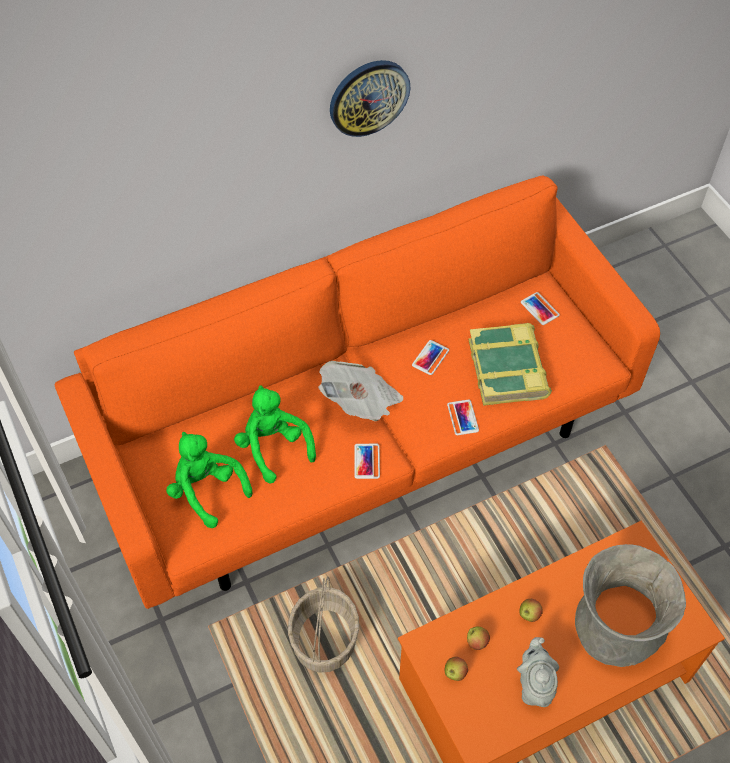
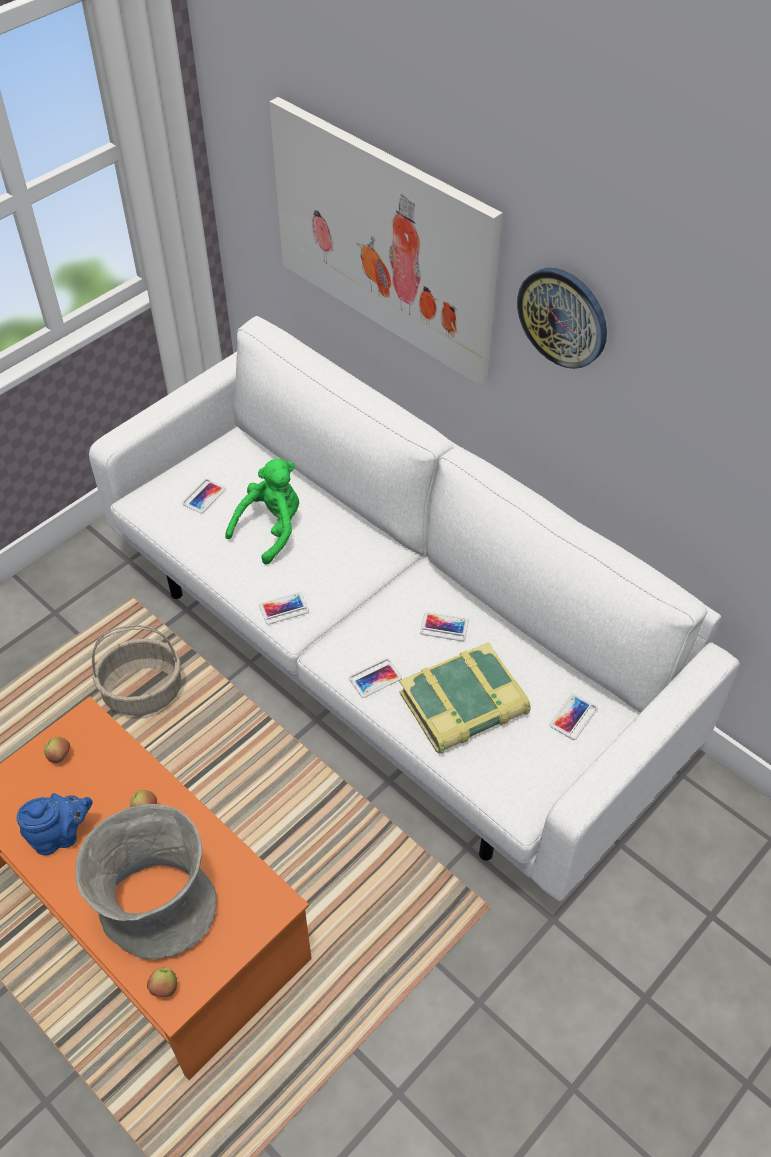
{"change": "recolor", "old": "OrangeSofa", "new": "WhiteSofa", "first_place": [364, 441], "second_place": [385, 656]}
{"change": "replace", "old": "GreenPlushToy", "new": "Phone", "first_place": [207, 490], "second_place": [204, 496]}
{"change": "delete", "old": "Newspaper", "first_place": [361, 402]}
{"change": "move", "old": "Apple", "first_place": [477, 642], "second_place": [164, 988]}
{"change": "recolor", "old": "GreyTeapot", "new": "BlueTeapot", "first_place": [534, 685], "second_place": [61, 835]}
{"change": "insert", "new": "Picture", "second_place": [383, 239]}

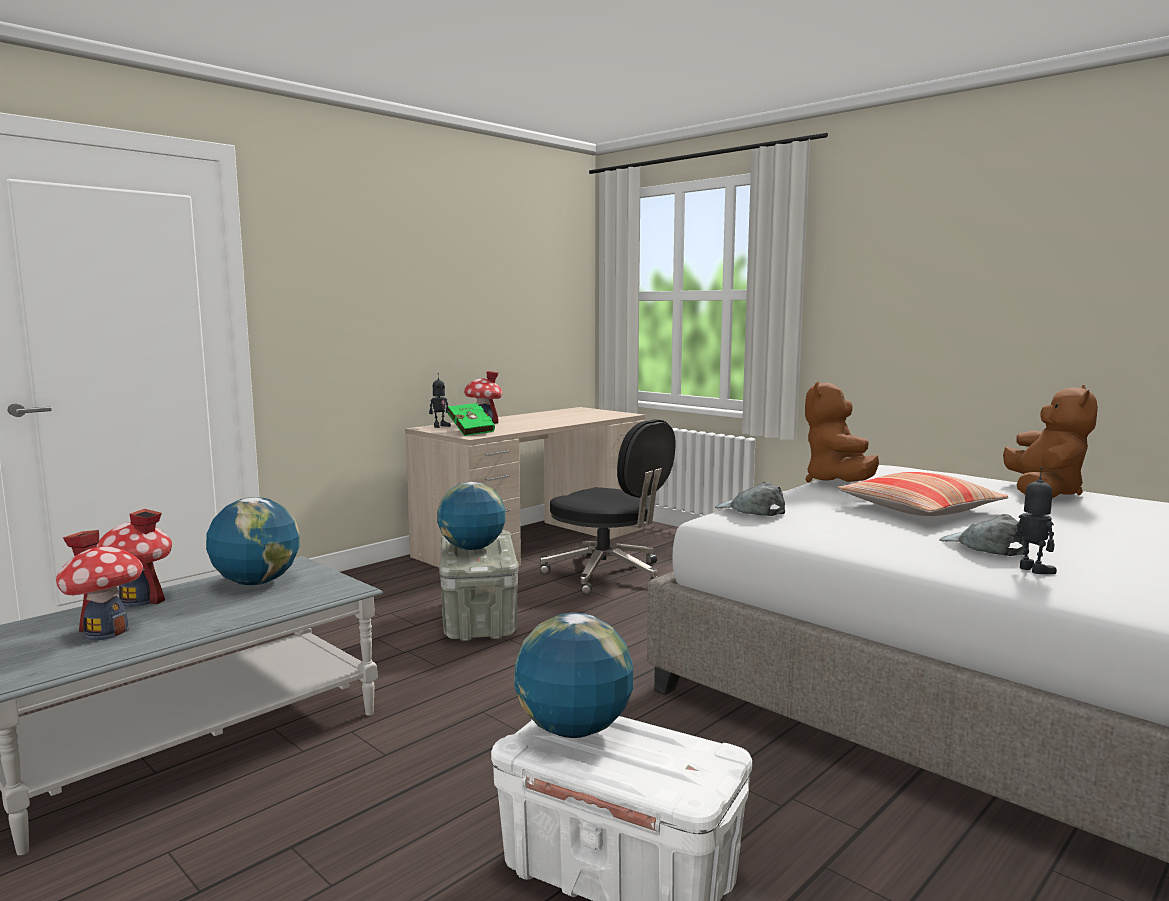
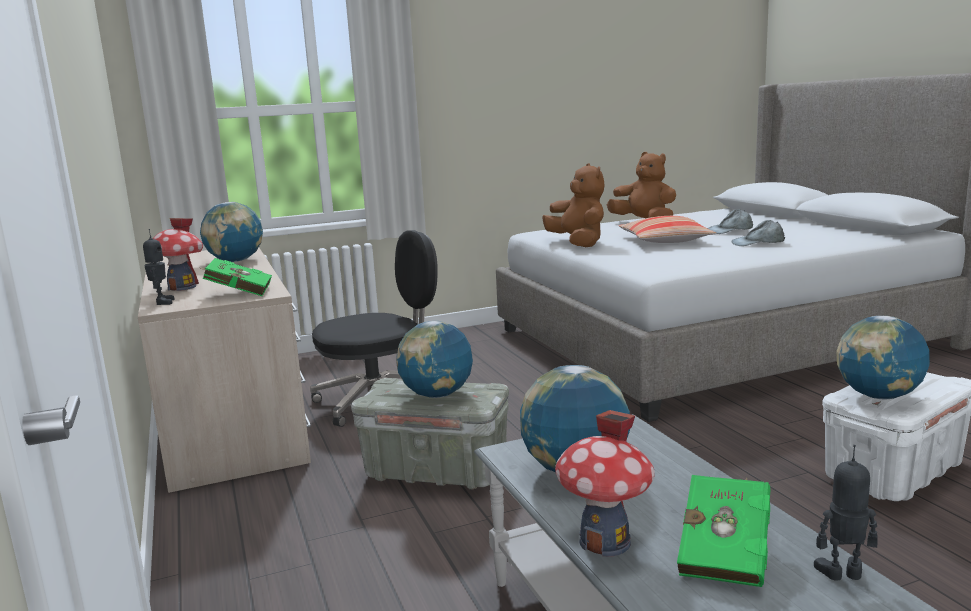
{"change": "replace", "old": "ToyHouse", "new": "GreenBook", "first_place": [106, 632], "second_place": [726, 553]}
{"change": "move", "old": "GreyCap", "first_place": [750, 510], "second_place": [730, 230]}
{"change": "rotate", "old": "BrownPlushToy", "first_place": [838, 483], "second_place": [578, 243], "degrees": -150}
{"change": "move", "old": "ToyRobot", "first_place": [1032, 570], "second_place": [843, 574]}
{"change": "insert", "new": "Globe", "second_place": [236, 261]}

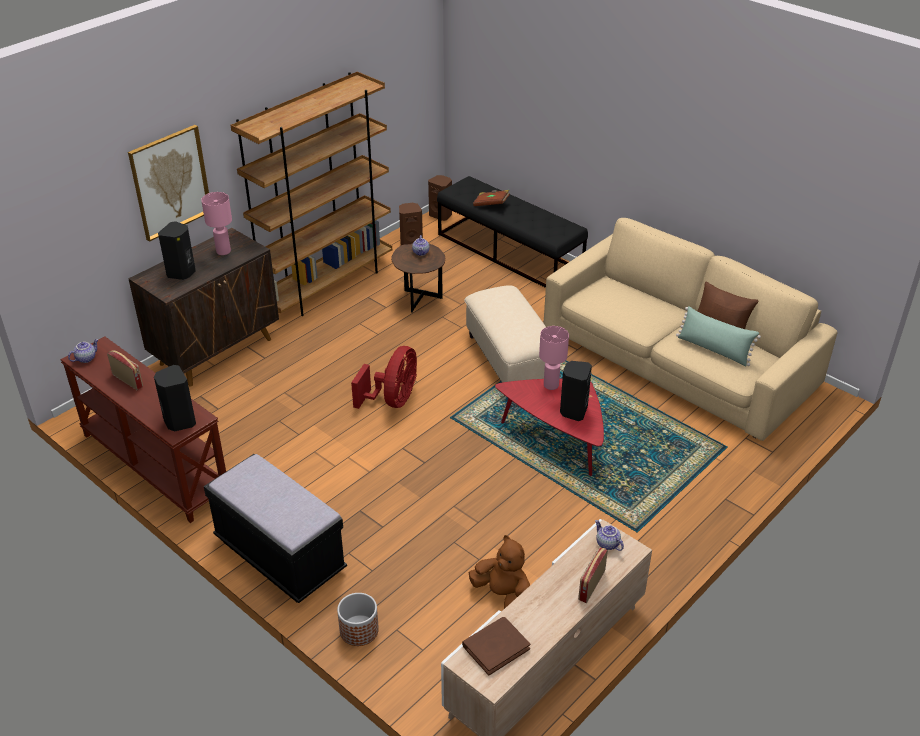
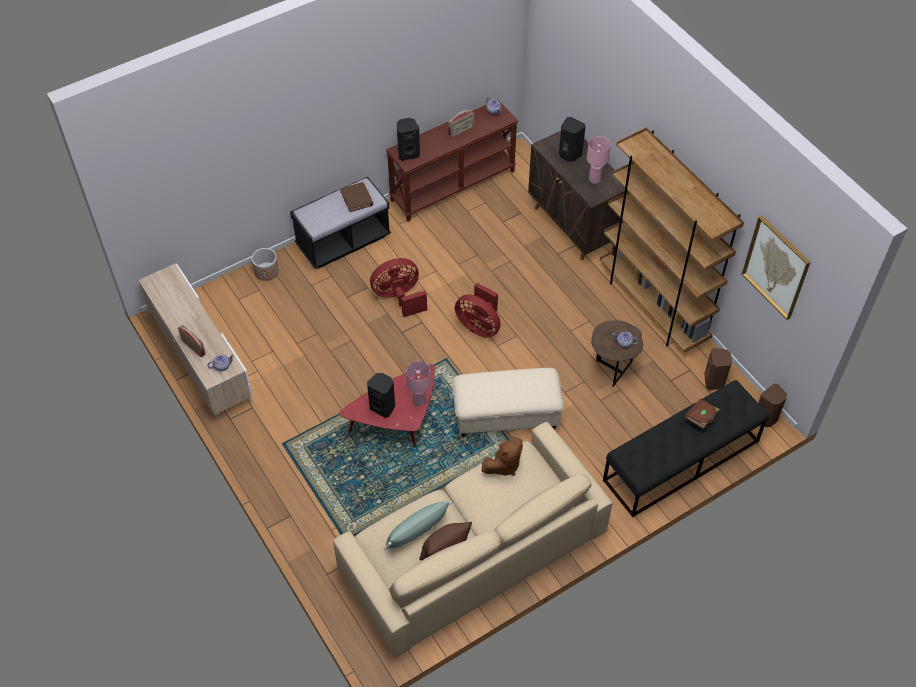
{"change": "move", "old": "Picture", "first_place": [170, 182], "second_place": [776, 267]}
{"change": "move", "old": "BrownBook", "first_place": [495, 647], "second_place": [357, 198]}
{"change": "move", "old": "BrownPlushToy", "first_place": [502, 594], "second_place": [504, 465]}
{"change": "insert", "new": "RedFan", "second_place": [399, 298]}

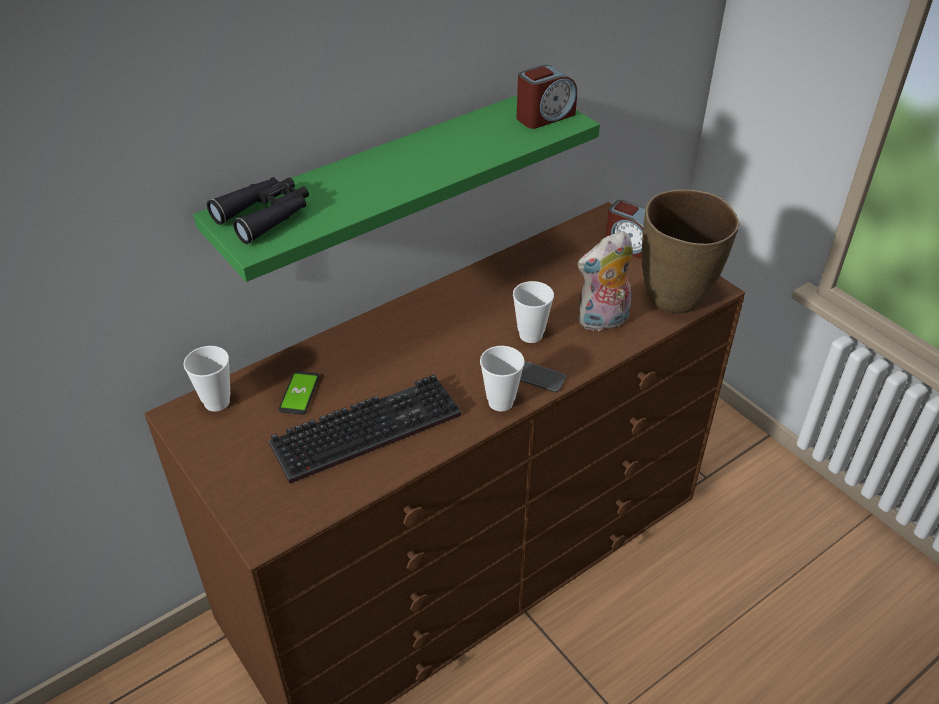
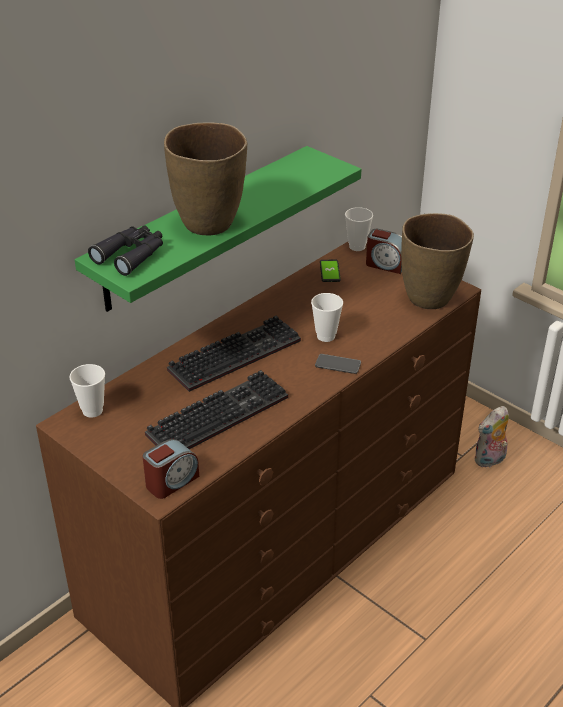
{"change": "move", "old": "Phone", "first_place": [299, 393], "second_place": [330, 271]}
{"change": "move", "old": "Cup", "first_place": [500, 402], "second_place": [357, 246]}
{"change": "move", "old": "AlarmClock", "first_place": [544, 116], "second_place": [171, 481]}
{"change": "move", "old": "PlushToy", "first_place": [603, 321], "second_place": [490, 460]}
{"change": "insert", "new": "BrownVase", "second_place": [209, 224]}
{"change": "insert", "new": "Keyboard", "second_place": [235, 353]}

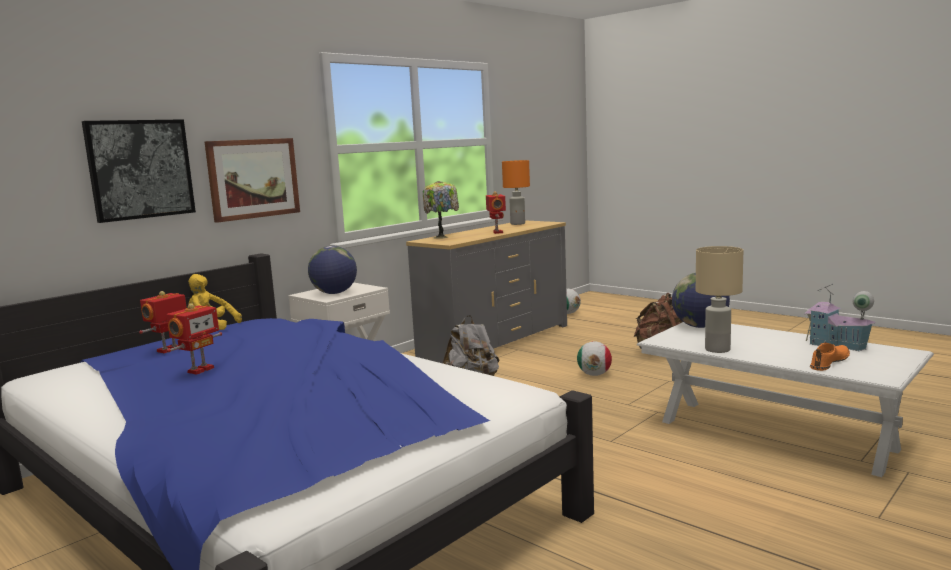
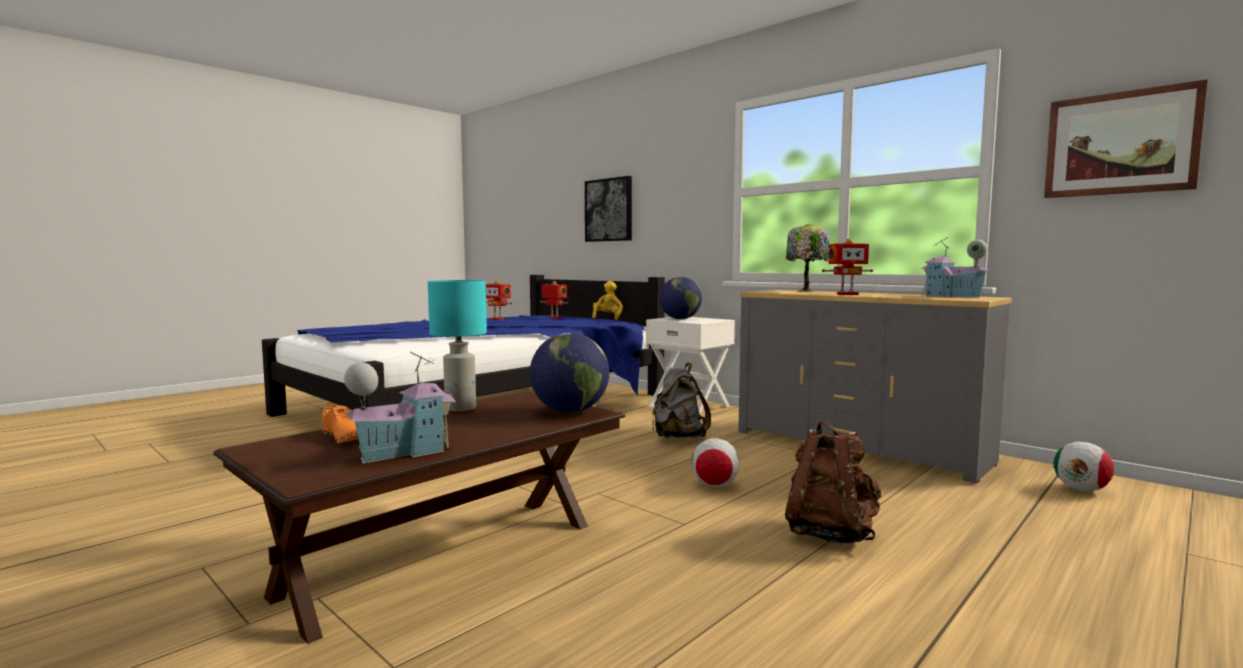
{"change": "move", "old": "Picture", "first_place": [253, 178], "second_place": [1120, 143]}
{"change": "replace", "old": "OrangeTableLamp", "new": "ToyHouse", "first_place": [517, 224], "second_place": [951, 296]}
{"change": "recolor", "old": "WhiteCoffeeTable", "new": "BrownCoffeeTable", "first_place": [773, 435], "second_place": [445, 557]}
{"change": "recolor", "old": "BeigeTableLamp", "new": "TurquoiseTableLamp", "first_place": [716, 350], "second_place": [460, 408]}

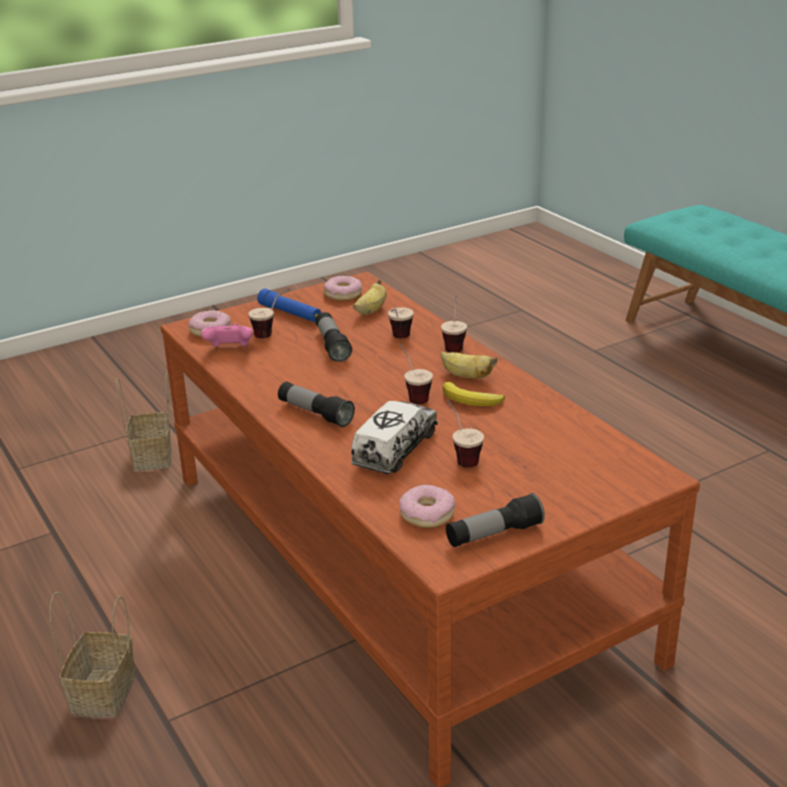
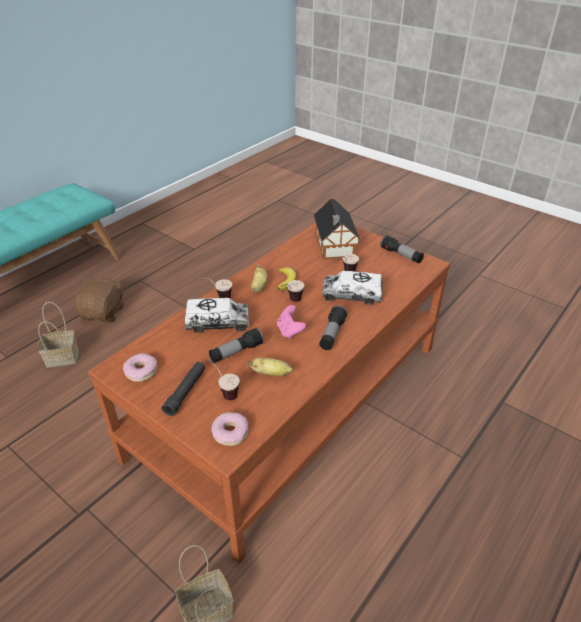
{"change": "move", "old": "Basket", "first_place": [104, 695], "second_place": [63, 357]}
{"change": "move", "old": "PinkGameController", "first_place": [230, 349], "second_place": [290, 331]}
{"change": "recolor", "old": "BlueFlashlight", "new": "BlackFlashlight", "first_place": [290, 313], "second_place": [185, 392]}
{"change": "move", "old": "Banana", "first_place": [371, 311], "second_place": [271, 373]}
{"change": "replace", "old": "Cup", "new": "ToyTruck", "first_place": [398, 340], "second_place": [217, 323]}
{"change": "delete", "old": "Donut", "first_place": [427, 514]}
{"change": "insert", "new": "BrownPlushToy", "second_place": [104, 313]}
{"change": "insert", "new": "ToyHouse", "second_place": [334, 246]}

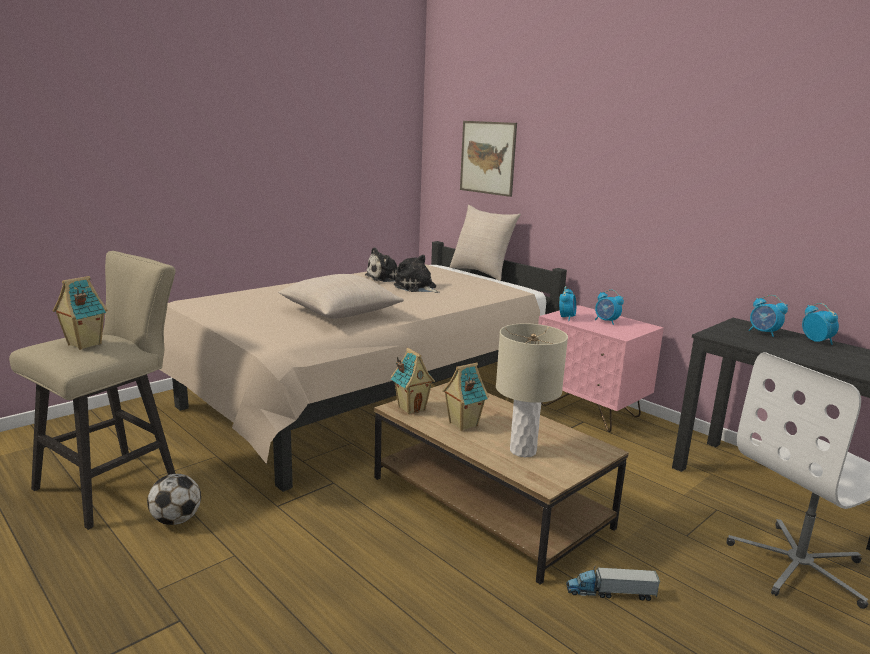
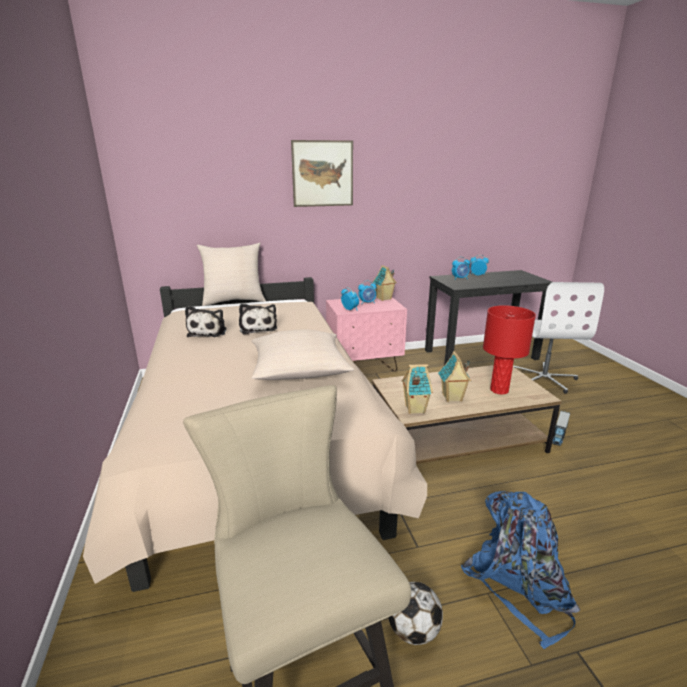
{"change": "move", "old": "ToyHouse", "first_place": [83, 344], "second_place": [384, 299]}
{"change": "rotate", "old": "PlushToy", "first_place": [416, 287], "second_place": [258, 328], "degrees": -90}
{"change": "move", "old": "Picture", "first_place": [487, 158], "second_place": [322, 174]}
{"change": "recolor", "old": "BeigeTableLamp", "new": "RedTableLamp", "first_place": [522, 451], "second_place": [499, 390]}
{"change": "insert", "new": "BlueBackpack", "second_place": [520, 584]}

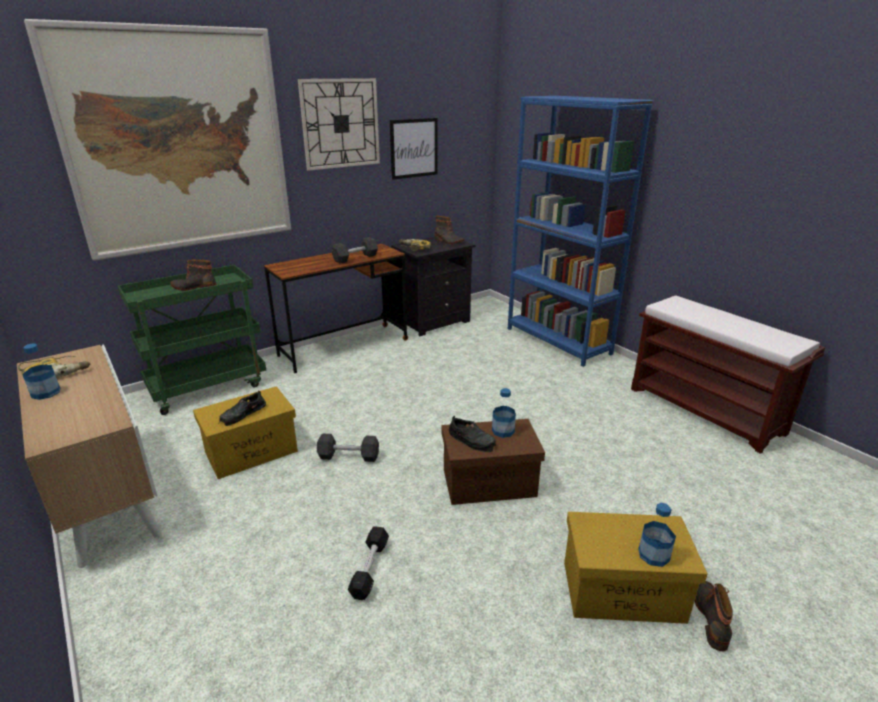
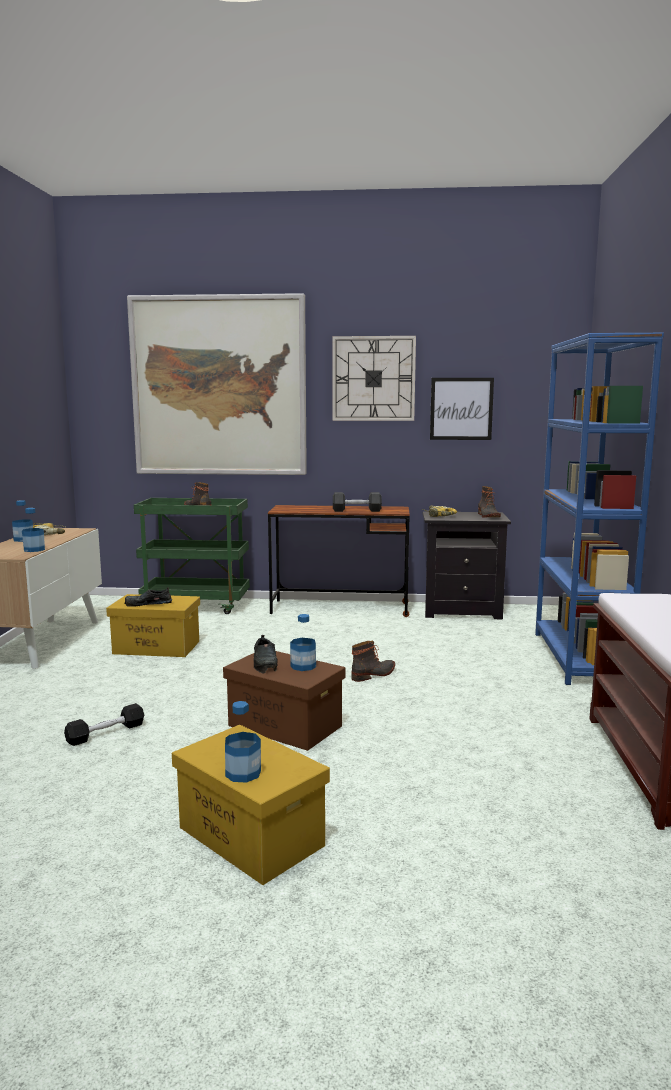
{"change": "delete", "old": "BlackDumbbell", "first_place": [348, 456]}
{"change": "move", "old": "Boot", "first_place": [712, 618], "second_place": [374, 674]}
{"change": "insert", "new": "Bottle", "second_place": [34, 550]}

